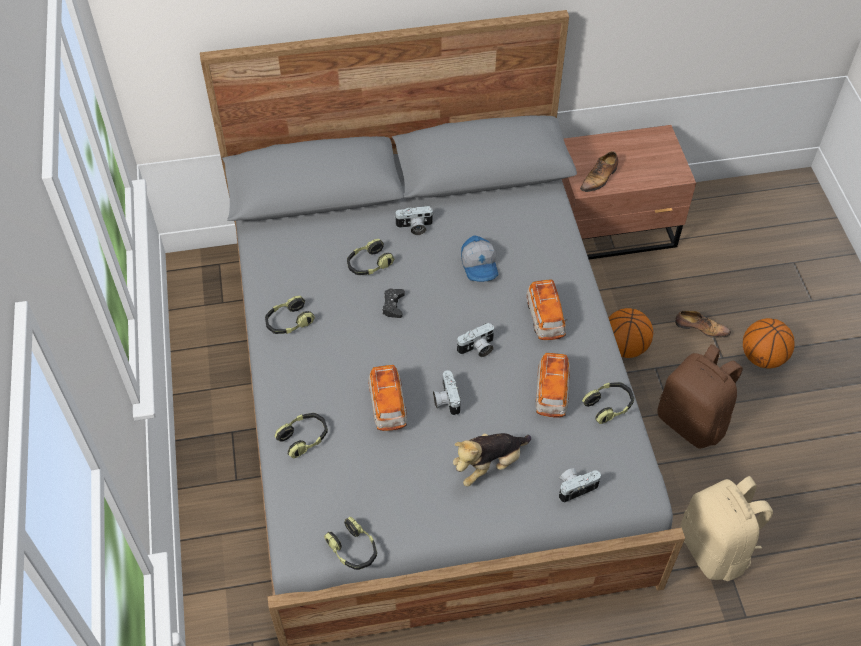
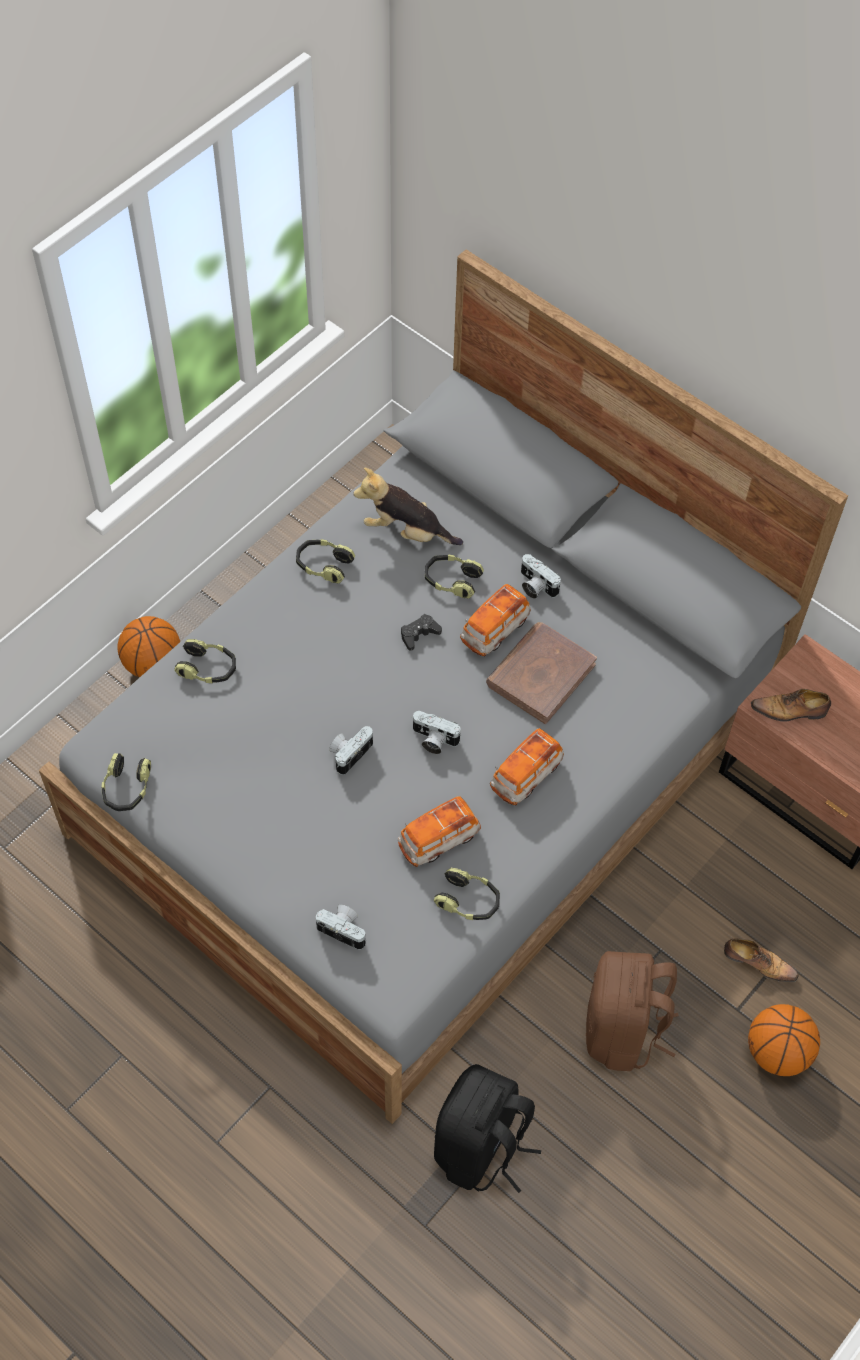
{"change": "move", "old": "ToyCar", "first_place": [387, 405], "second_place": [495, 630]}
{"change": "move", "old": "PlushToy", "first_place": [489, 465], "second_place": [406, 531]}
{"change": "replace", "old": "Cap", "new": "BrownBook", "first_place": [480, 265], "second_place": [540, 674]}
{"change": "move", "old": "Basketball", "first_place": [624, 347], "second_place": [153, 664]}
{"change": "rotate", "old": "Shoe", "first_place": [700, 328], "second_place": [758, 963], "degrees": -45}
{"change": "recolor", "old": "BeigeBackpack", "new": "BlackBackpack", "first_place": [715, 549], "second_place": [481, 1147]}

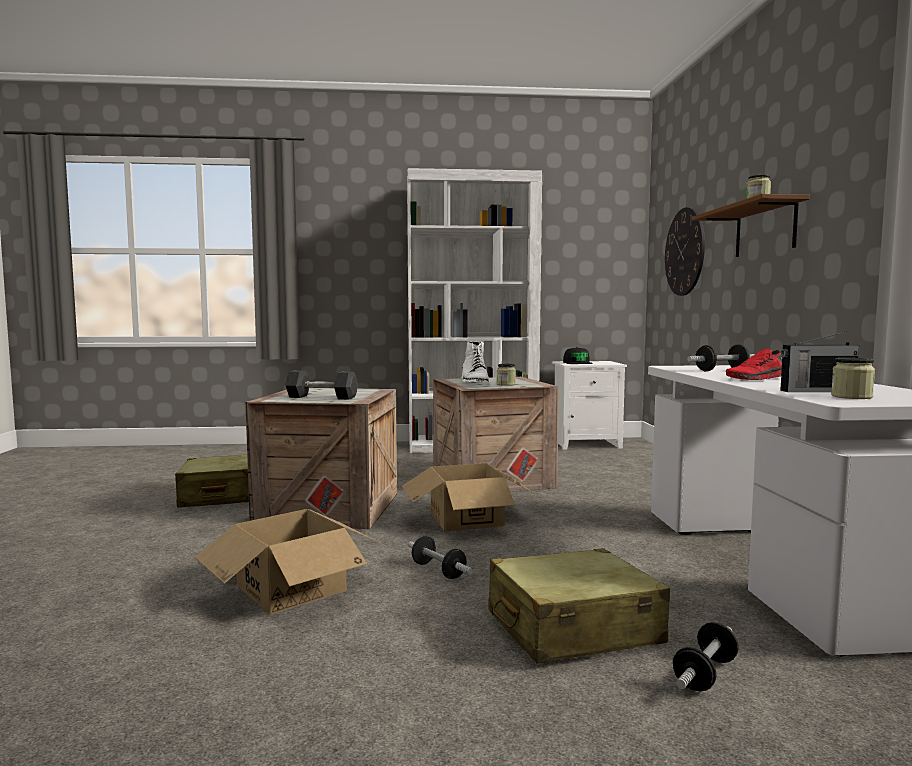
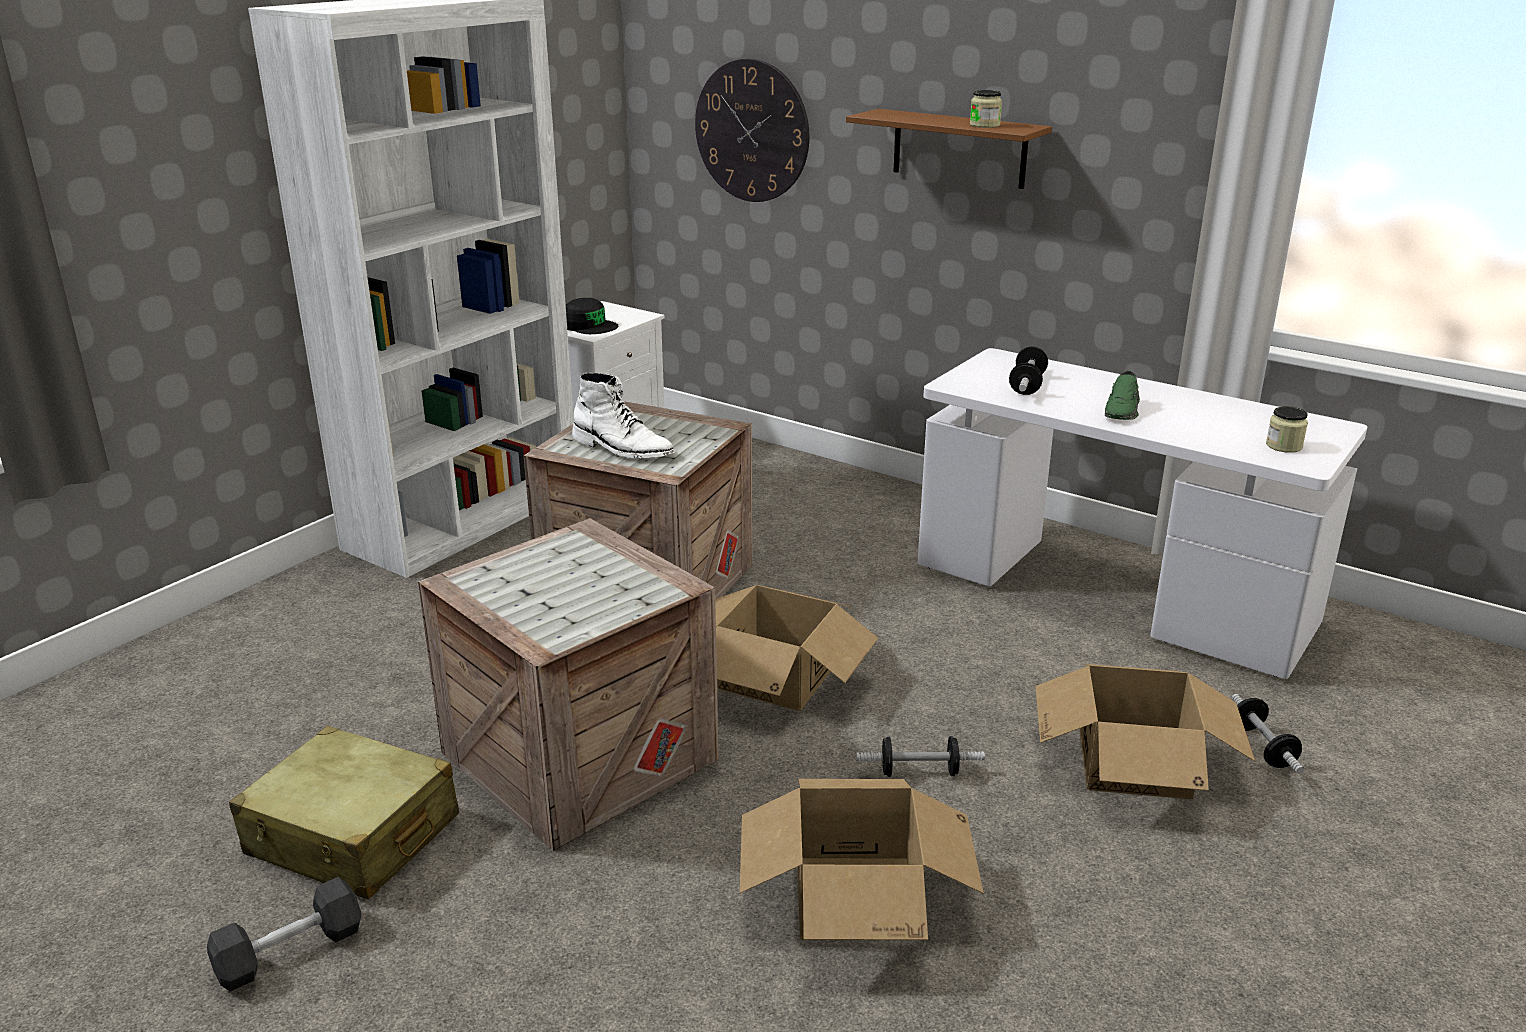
{"change": "move", "old": "GreyDumbbell", "first_place": [322, 397], "second_place": [290, 952]}
{"change": "replace", "old": "BeigeSuitcase", "new": "CardboardBox", "first_place": [572, 628], "second_place": [1134, 764]}
{"change": "delete", "old": "Jar", "first_place": [506, 384]}
{"change": "recolor", "old": "RedShoe", "new": "GreenShoe", "first_place": [758, 379], "second_place": [1123, 411]}
{"change": "delete", "old": "Radio", "first_place": [816, 391]}

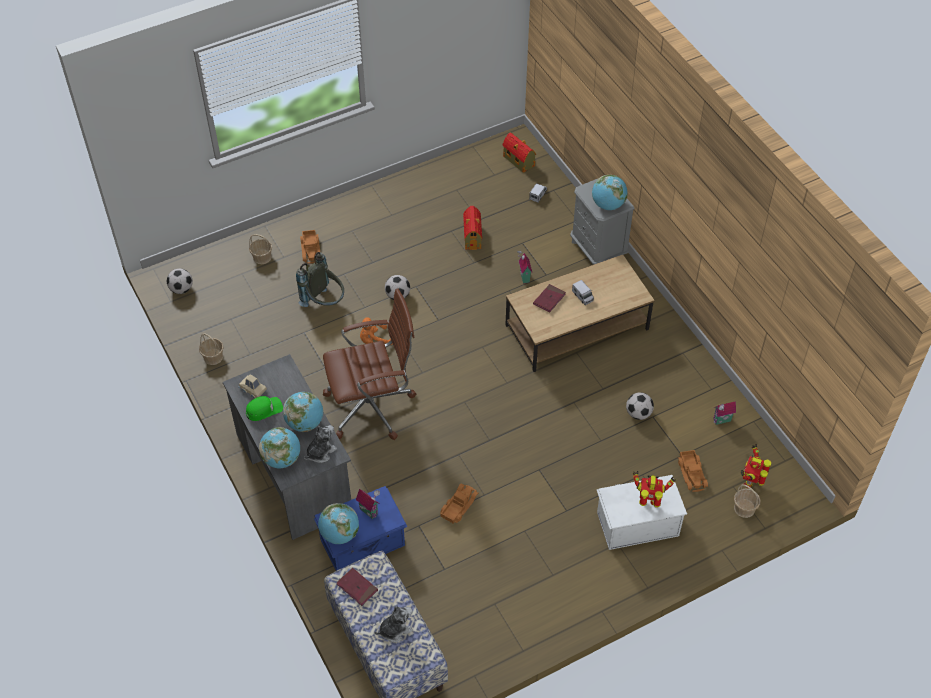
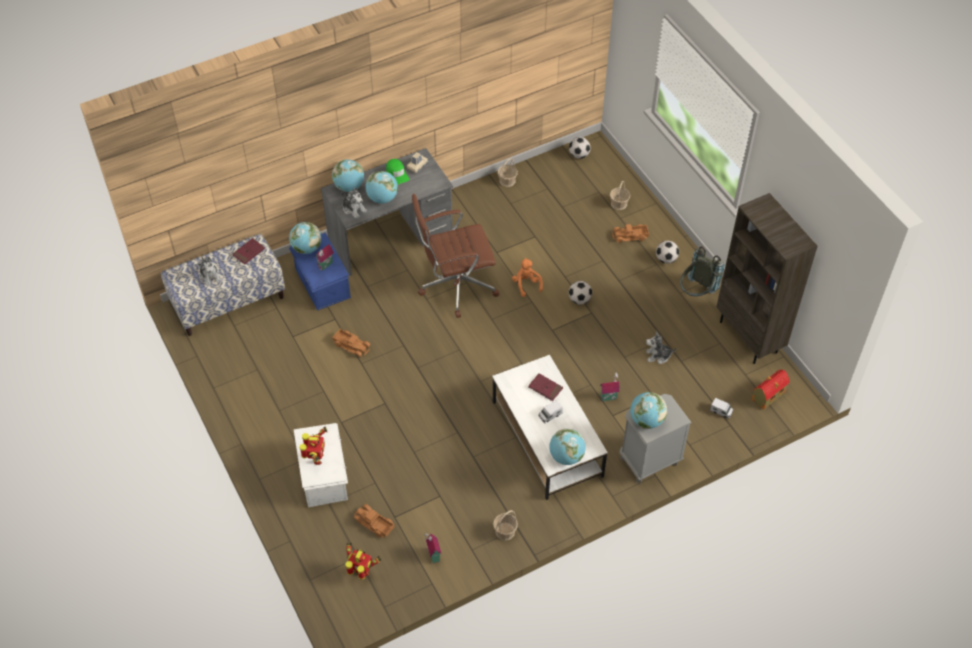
{"change": "move", "old": "GreyBackpack", "first_place": [324, 302], "second_place": [696, 293]}
{"change": "rotate", "old": "BrownOfficeChair", "first_place": [372, 406], "second_place": [455, 285], "degrees": 90}
{"change": "replace", "old": "ToyHouse", "new": "PlushToy", "first_place": [472, 236], "second_place": [658, 356]}
{"change": "recolor", "old": "BrownCoffeeTable", "new": "WhiteCoffeeTable", "first_place": [576, 327], "second_place": [547, 438]}
{"change": "move", "old": "Football", "first_place": [638, 413], "second_place": [666, 259]}
{"change": "rotate", "old": "ToyTruck", "first_place": [692, 473], "second_place": [373, 524], "degrees": 45}
{"change": "move", "old": "Basket", "first_place": [744, 508], "second_place": [505, 531]}
{"change": "insert", "new": "Globe", "second_place": [566, 456]}
{"change": "insert", "new": "BrownBookcase", "second_place": [749, 337]}

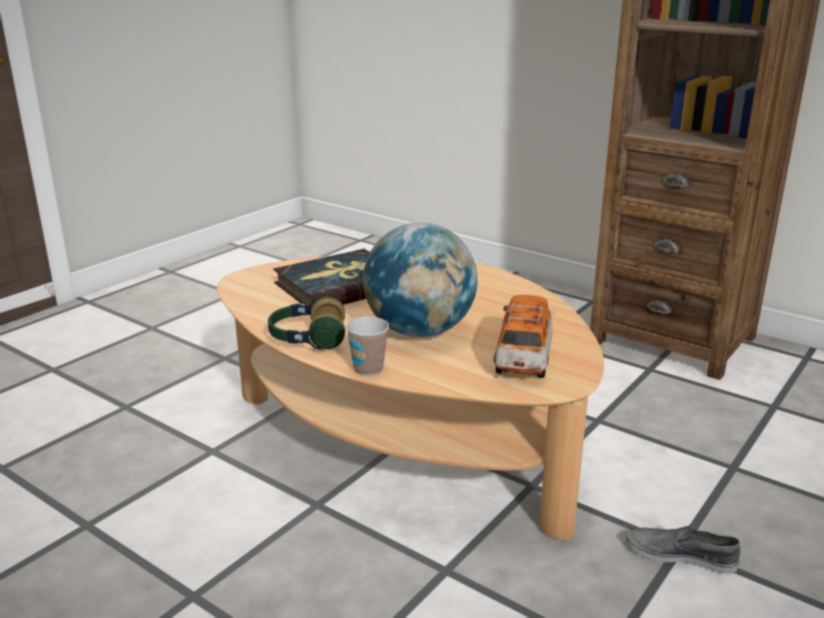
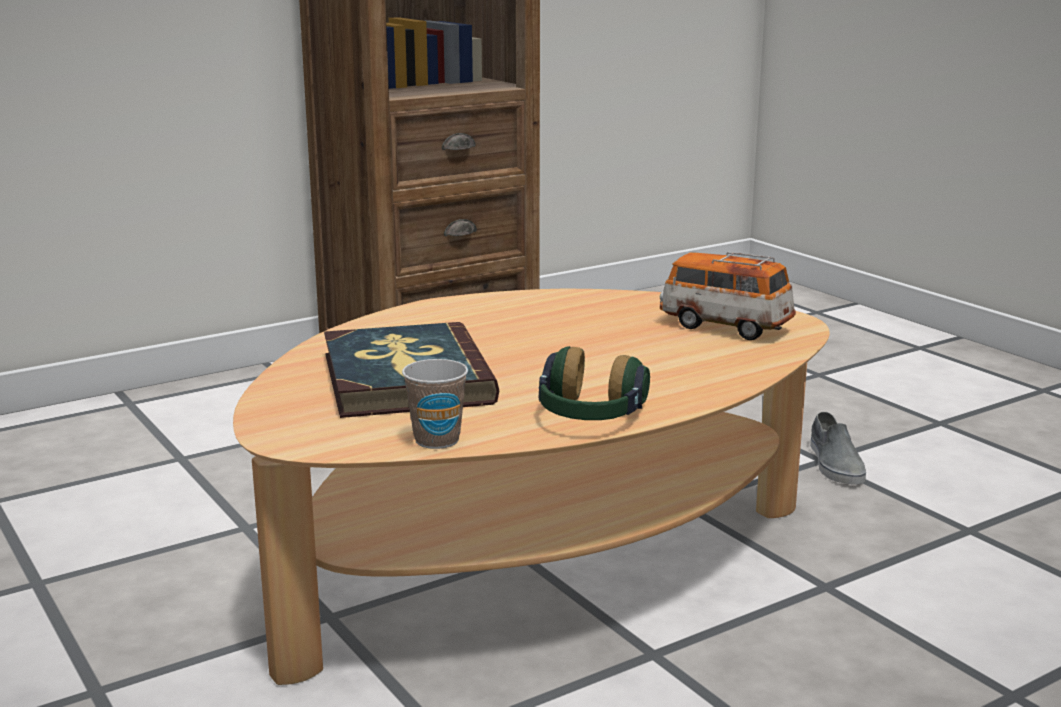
{"change": "move", "old": "Cup", "first_place": [368, 369], "second_place": [437, 440]}
{"change": "delete", "old": "Globe", "first_place": [419, 331]}
{"change": "rotate", "old": "GreyShoe", "first_place": [680, 555], "second_place": [834, 463], "degrees": -45}

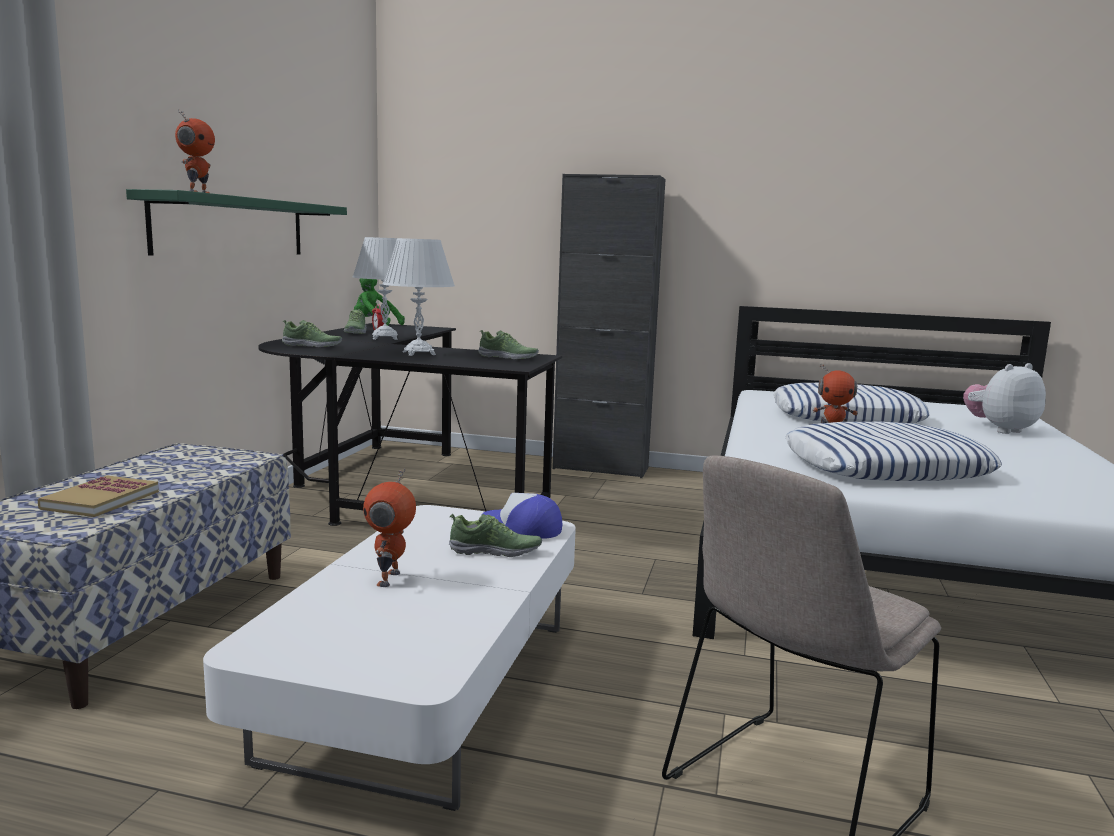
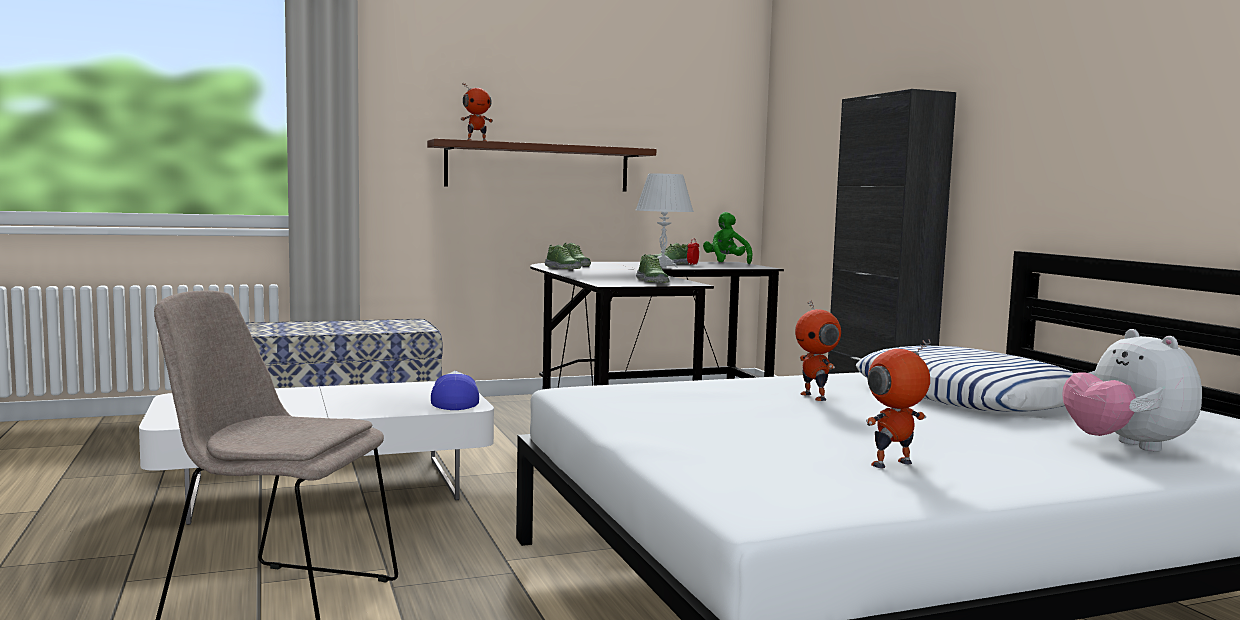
{"change": "delete", "old": "Book", "first_place": [100, 500]}
{"change": "recolor", "old": "GreenShelf", "new": "BrownShelf", "first_place": [232, 227], "second_place": [538, 167]}
{"change": "move", "old": "ToyRobot", "first_place": [391, 579], "second_place": [893, 465]}
{"change": "delete", "old": "WhiteTableLamp", "first_place": [418, 353]}
{"change": "move", "old": "Shoe", "first_place": [495, 551], "second_place": [563, 268]}
{"change": "delete", "old": "Pillow", "first_place": [885, 467]}
{"change": "rotate", "old": "PlushToy", "first_place": [1000, 430], "second_place": [1126, 446], "degrees": -135}

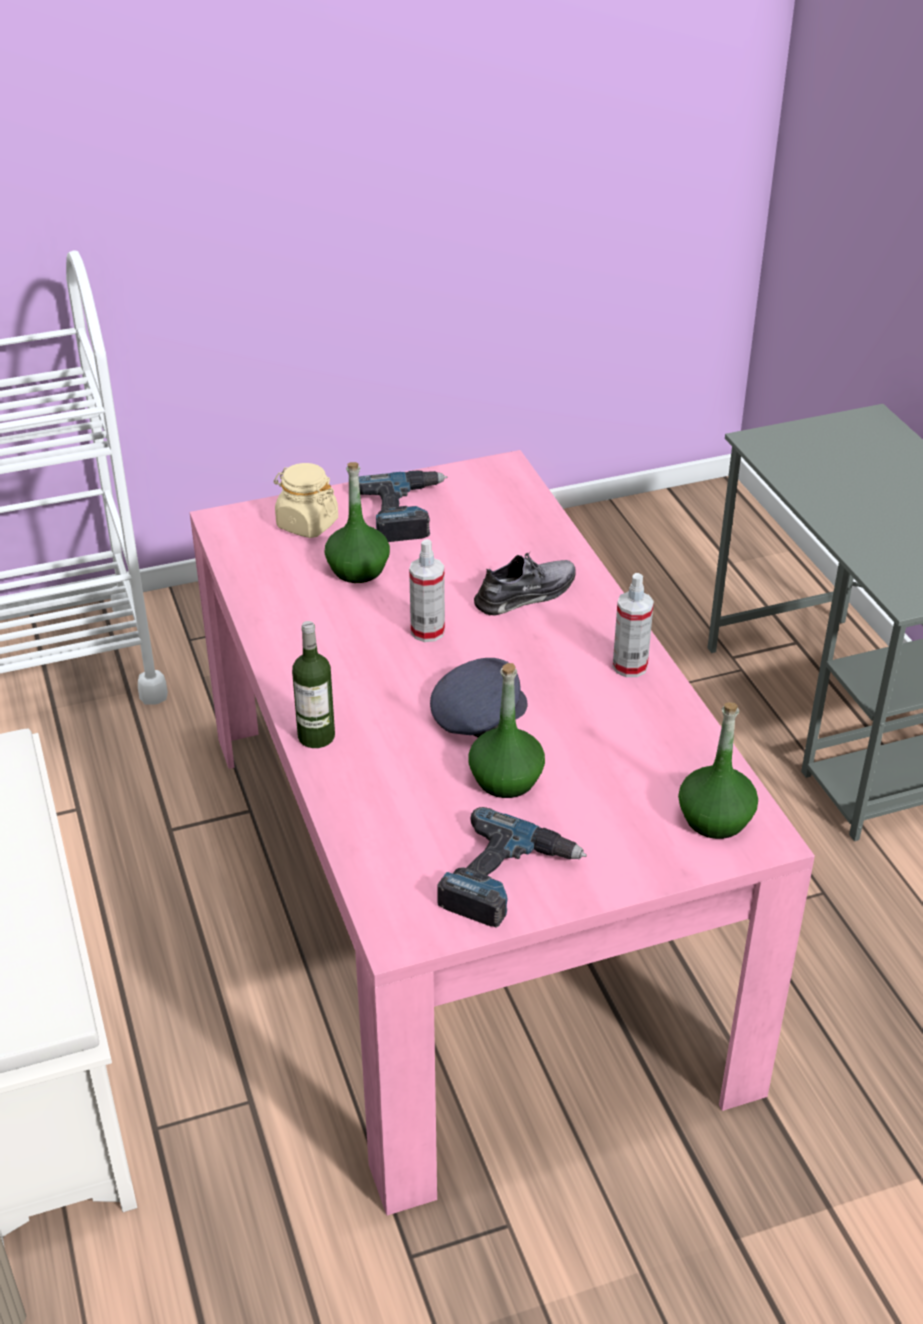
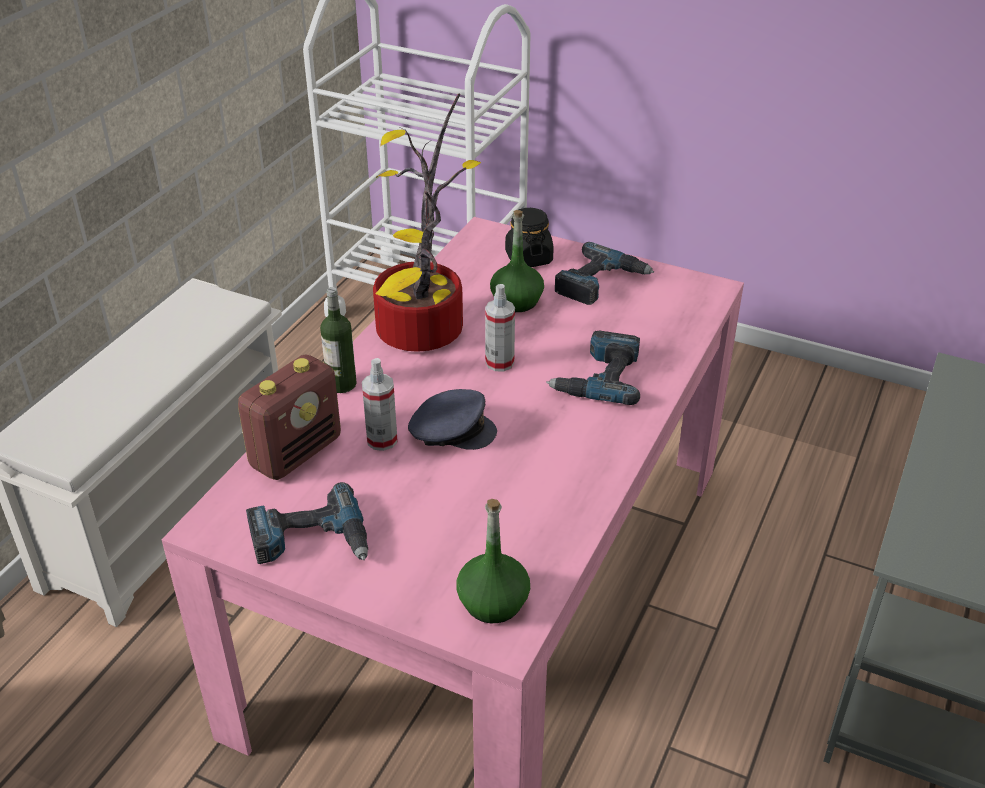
{"change": "recolor", "old": "BeigeJar", "new": "BlackJar", "first_place": [307, 524], "second_place": [528, 258]}
{"change": "delete", "old": "GreenBottle", "first_place": [505, 779]}
{"change": "replace", "old": "GreyShoe", "new": "PowerDrill", "first_place": [526, 594], "second_place": [598, 377]}
{"change": "move", "old": "SprayBottle", "first_place": [630, 666], "second_place": [382, 440]}
{"change": "insert", "new": "Radio", "second_place": [296, 452]}
{"change": "insert", "new": "PottedPlant", "second_place": [425, 334]}

